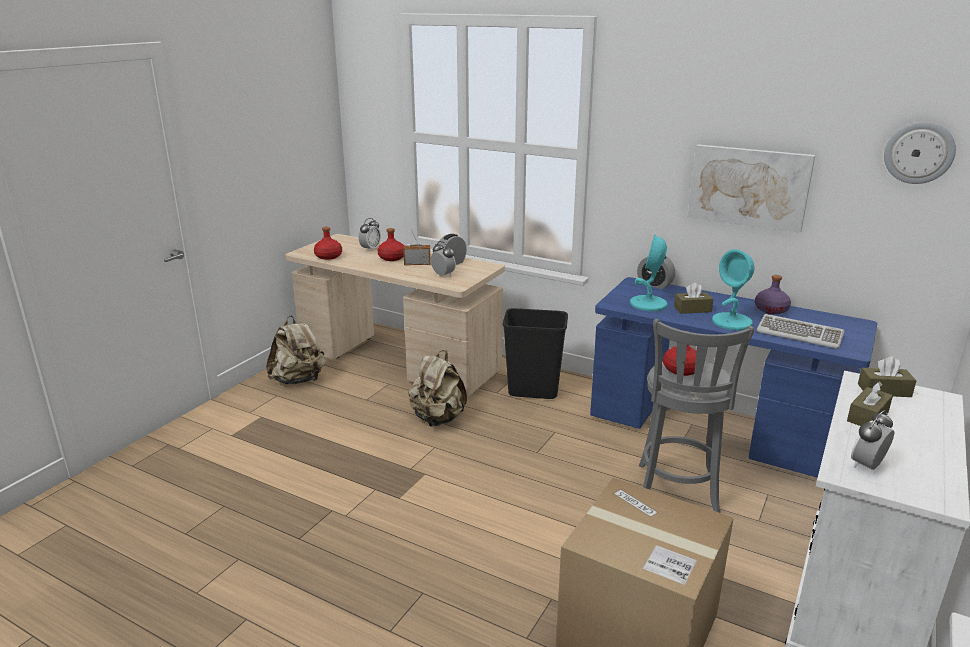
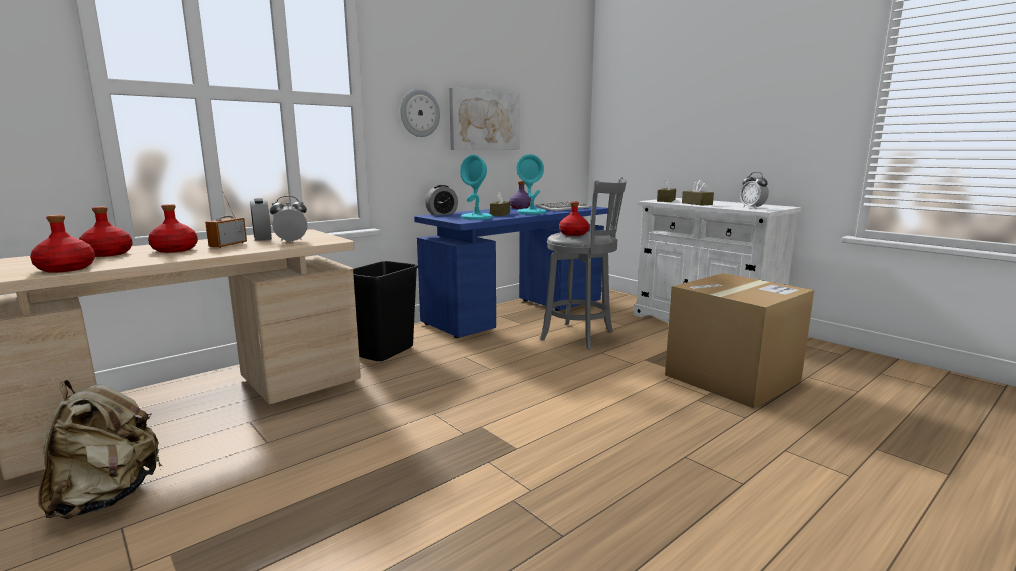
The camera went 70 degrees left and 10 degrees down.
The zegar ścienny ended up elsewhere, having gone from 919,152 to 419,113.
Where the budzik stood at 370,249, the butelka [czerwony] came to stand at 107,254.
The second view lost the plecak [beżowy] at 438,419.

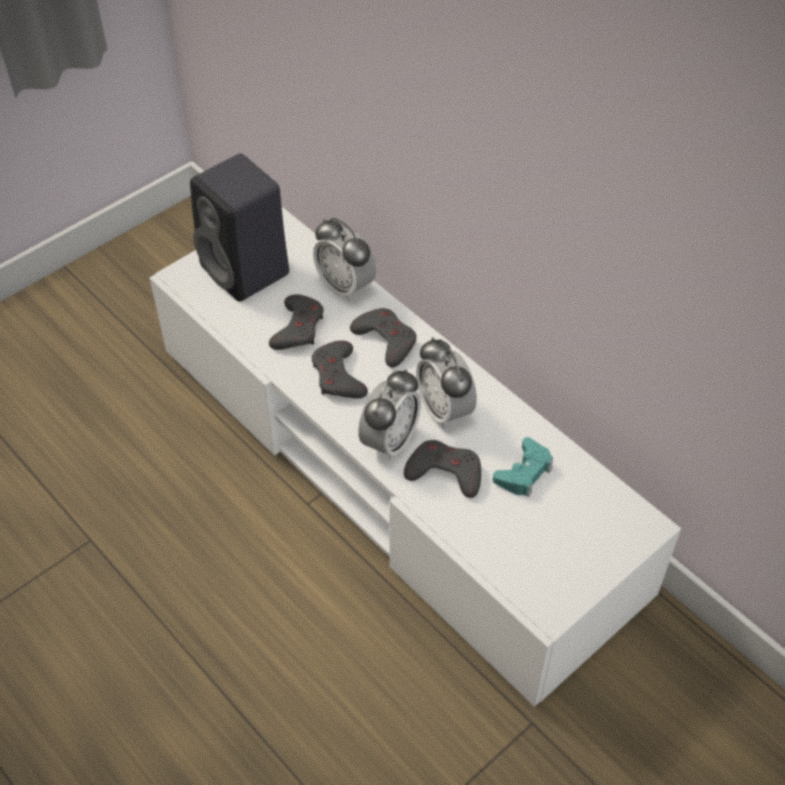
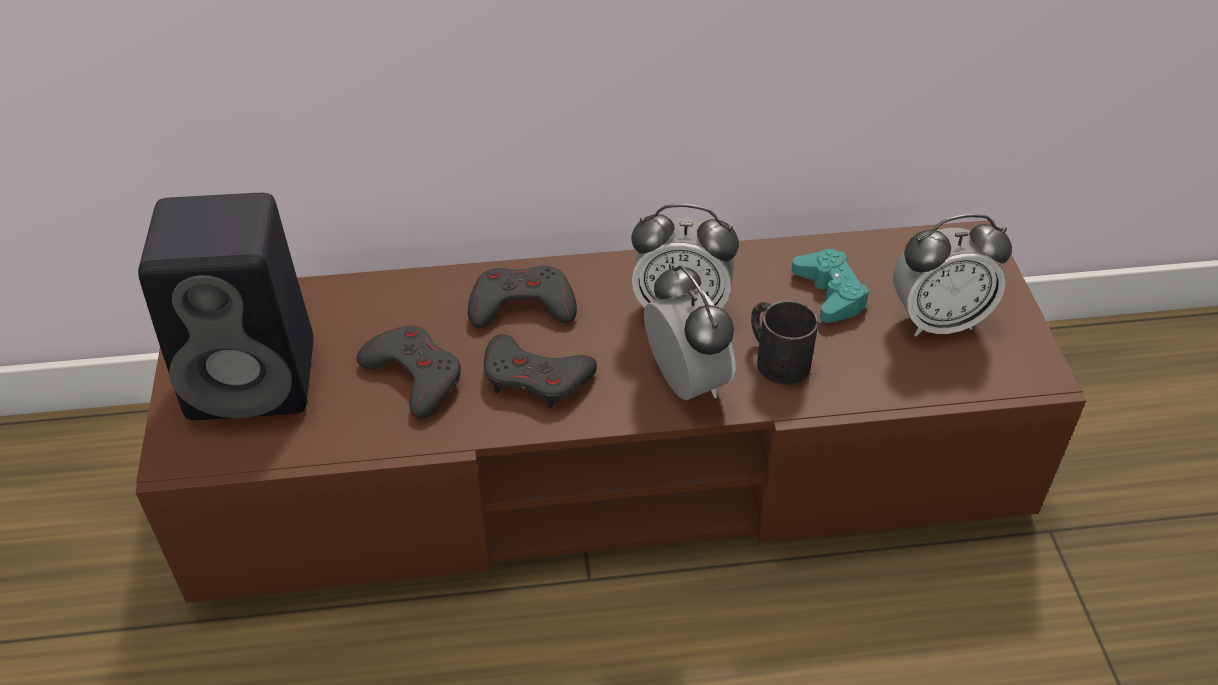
The camera went 55 degrees left and 5 degrees down.
What was the szafka pod telewizor [biały] at 392,467 turned into the szafka pod telewizor [brązowy] at 609,463.
The budzik ended up elsewhere, having gone from 345,286 to 937,321.
Where the pad do gier [szary] stood at 445,472, the kubek [czarny] came to stand at 775,358.

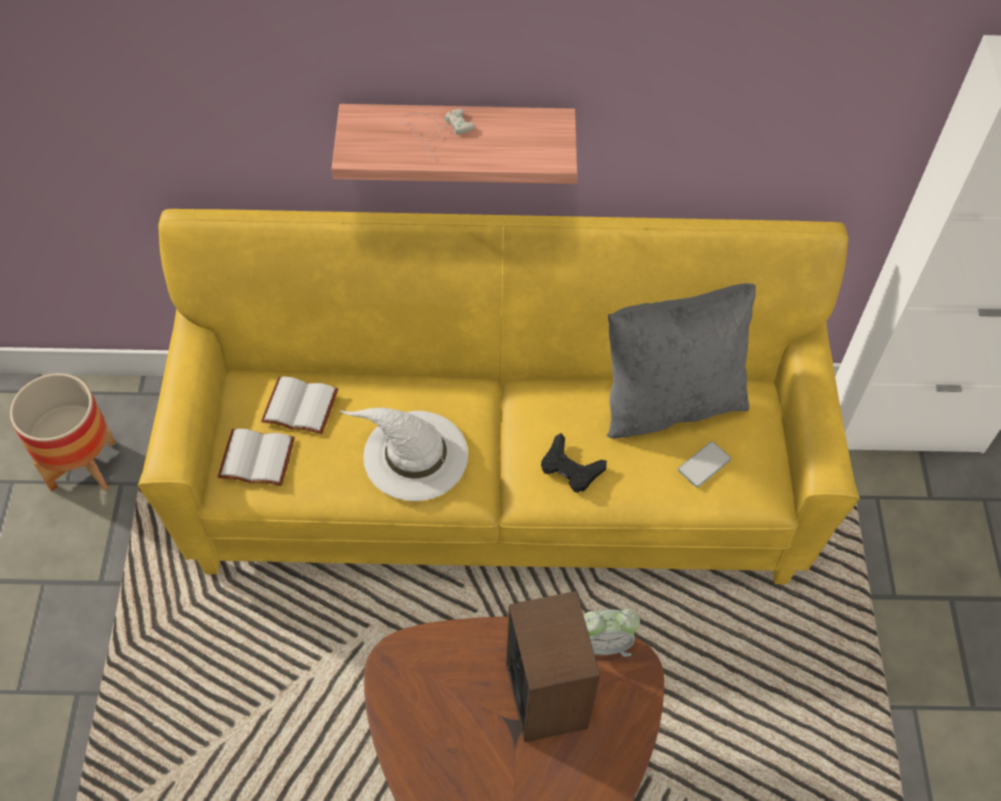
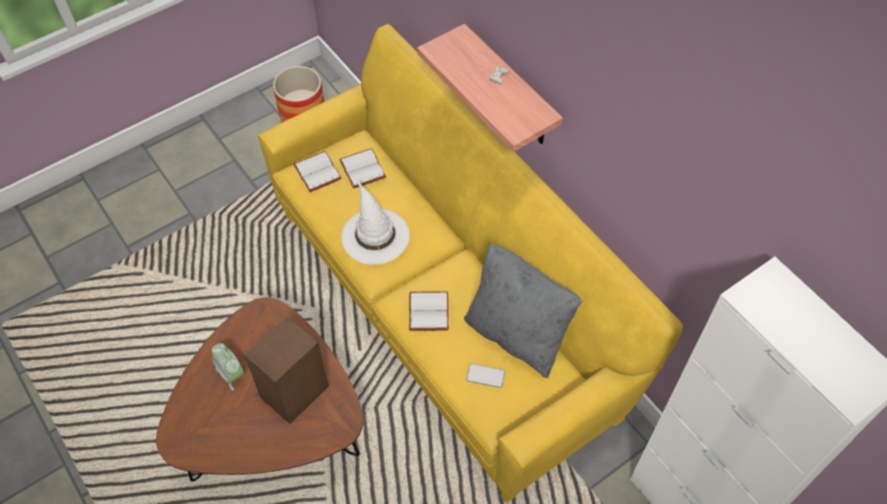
The camera went 55 degrees right and 0 degrees up.
Where the pad do gier [czarny] stood at 570,468, the książka [biały] came to stand at 427,311.
The budzik ended up elsewhere, having gone from 605,644 to 231,374.

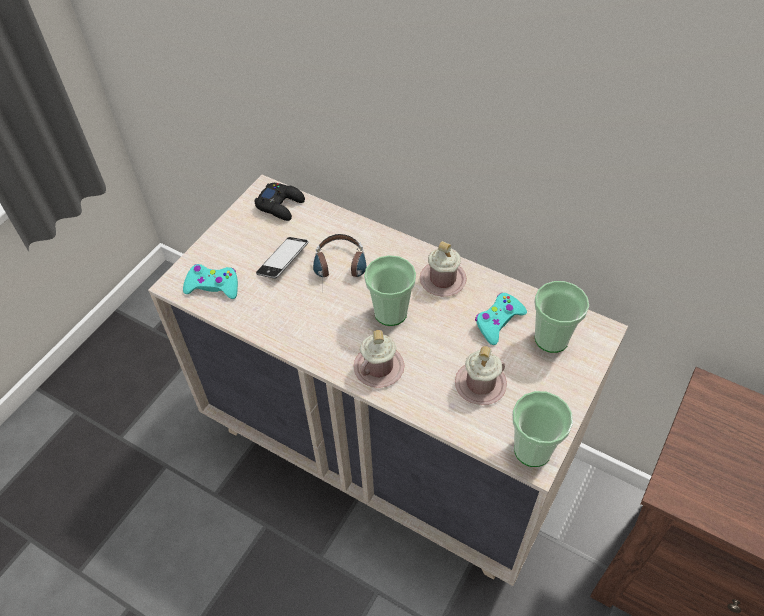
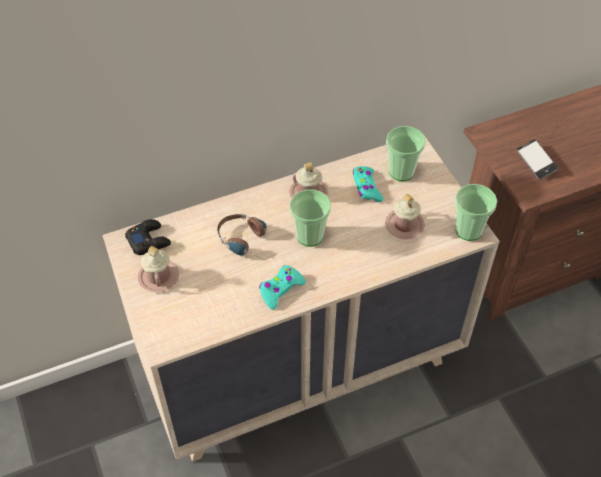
The camera went 55 degrees left and 0 degrees up.
The telefon ended up elsewhere, having gone from 283,261 to 536,162.
The pad do gier [turkusowy] ended up elsewhere, having gone from 213,286 to 280,289.
The kubek [różowy] ended up elsewhere, having gone from 379,367 to 158,277.

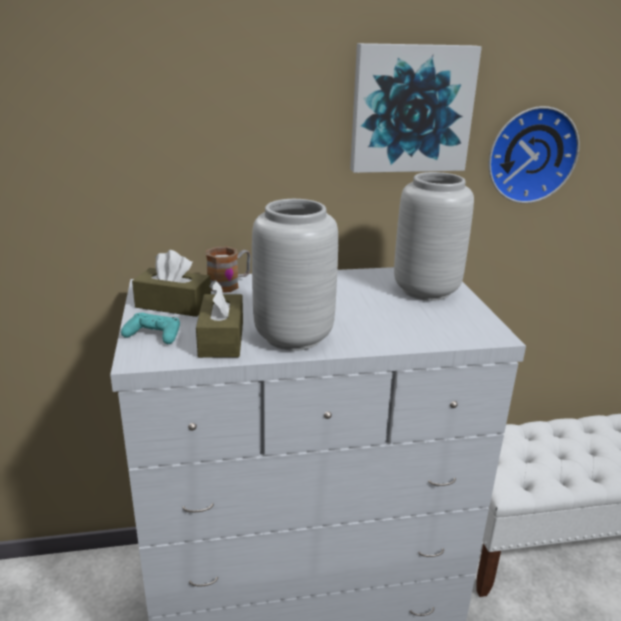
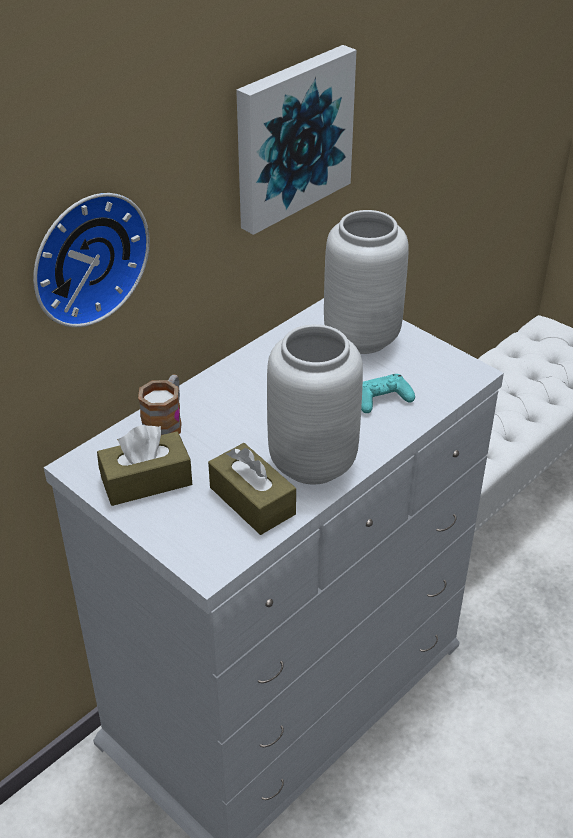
The camera went 35 degrees left and 15 degrees up.
The zegar ścienny ended up elsewhere, having gone from 530,154 to 86,256.
The pad do gier [turkusowy] ended up elsewhere, having gone from 153,334 to 382,399.

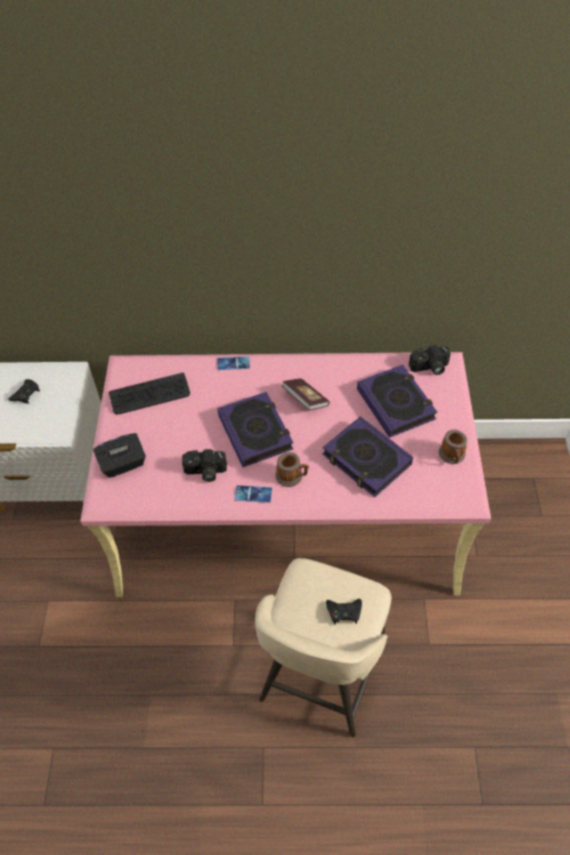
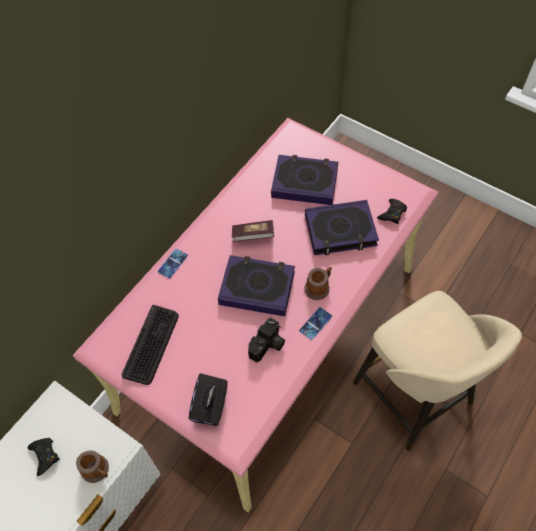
The camera went 55 degrees left and 5 degrees up.
The second view lost the aparat fotograficzny at 429,368.
The kubek ended up elsewhere, having gone from 452,456 to 97,470.
The pad do gier [czarny] ended up elsewhere, having gone from 344,612 to 392,213.

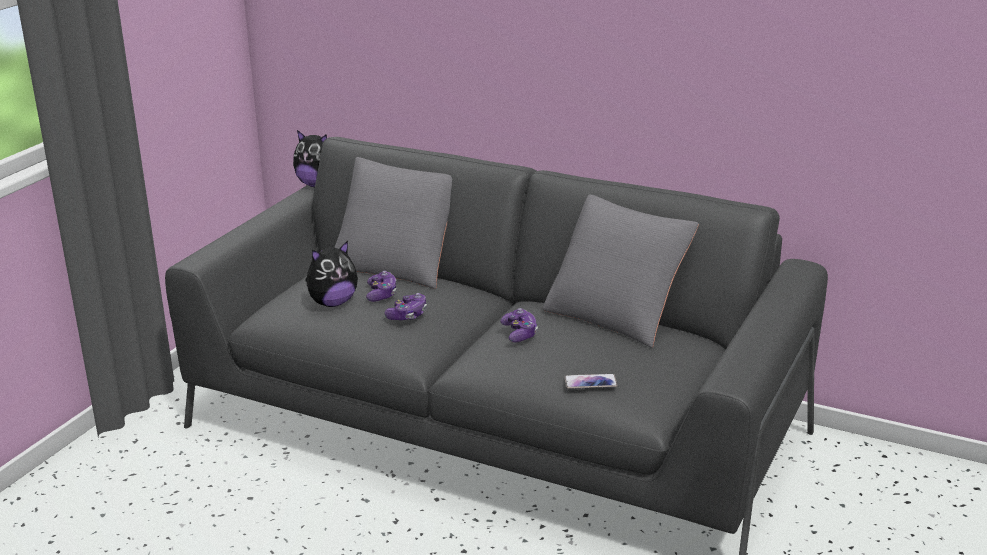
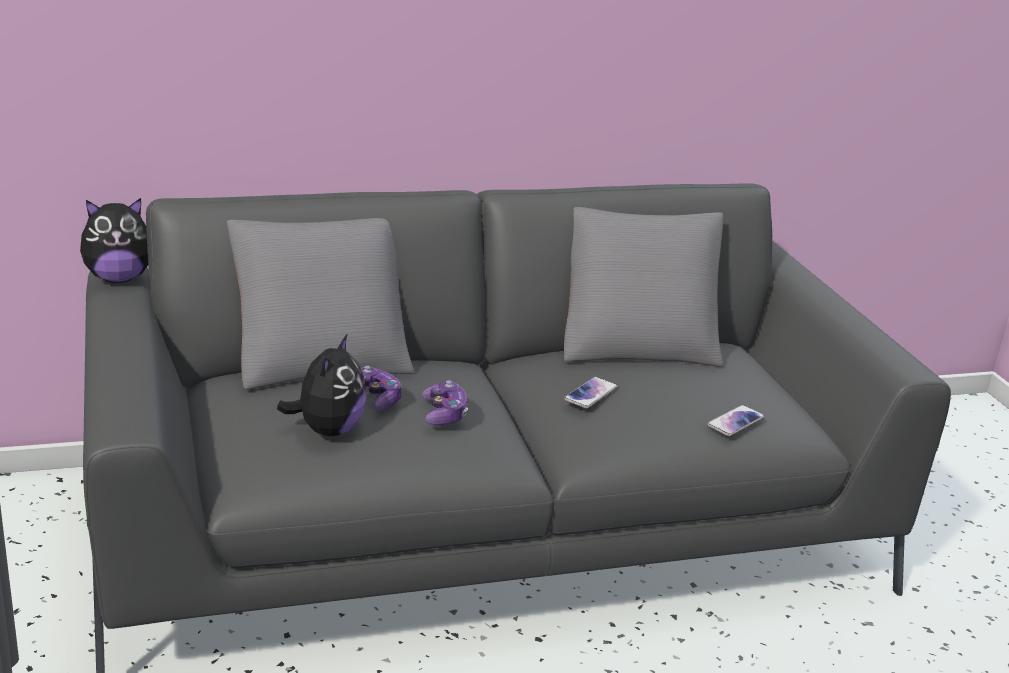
The camera went 45 degrees left and 0 degrees up.
Where the pad do gier stood at 519,333, the telefon came to stand at 591,394.

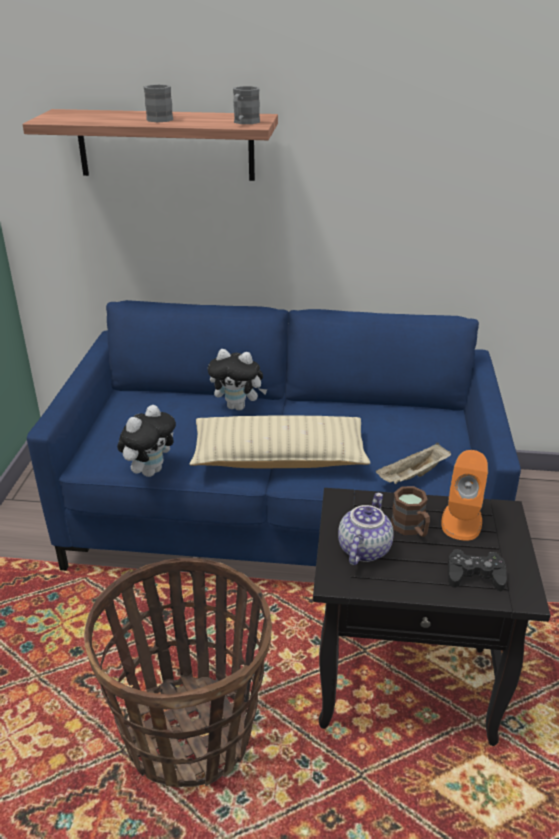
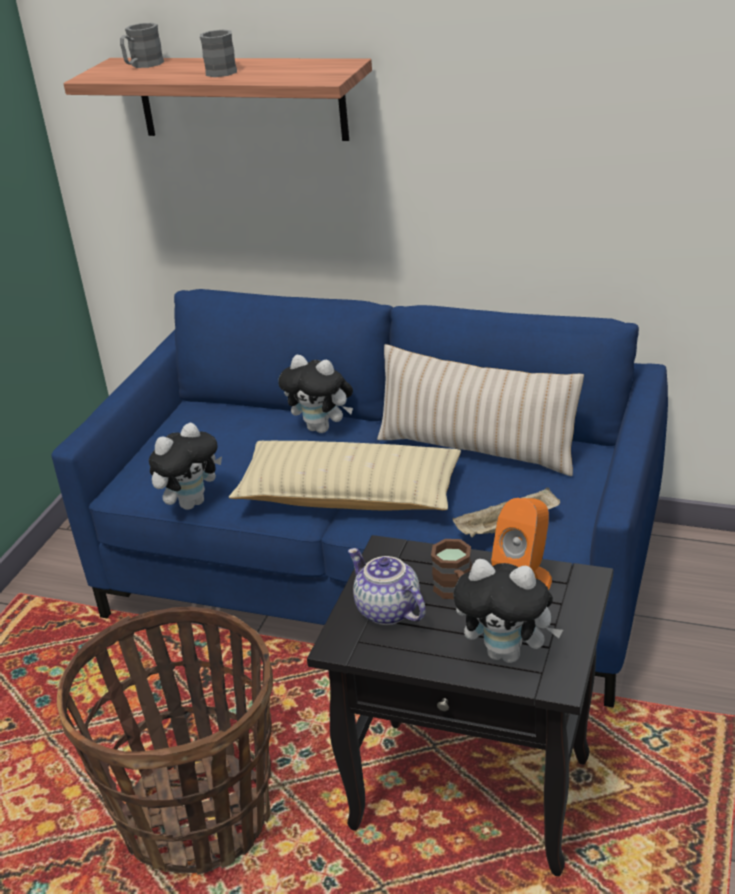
The camera went 15 degrees right and 0 degrees up.
The kubek [szary] ended up elsewhere, having gone from 244,122 to 142,65.
The imbryk at 363,549 ended up facing another way, 75 degrees counterclockwise from before.
Where the pad do gier [czarny] stood at 474,575, the pluszak came to stand at 508,653.
The second view gained the poduszka [beżowy] at 476,449.

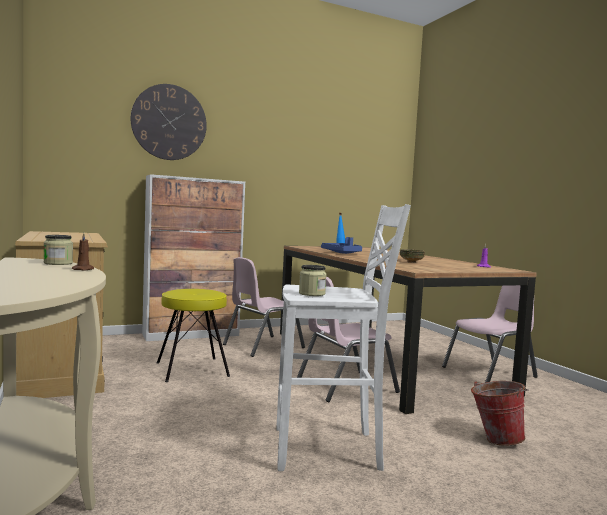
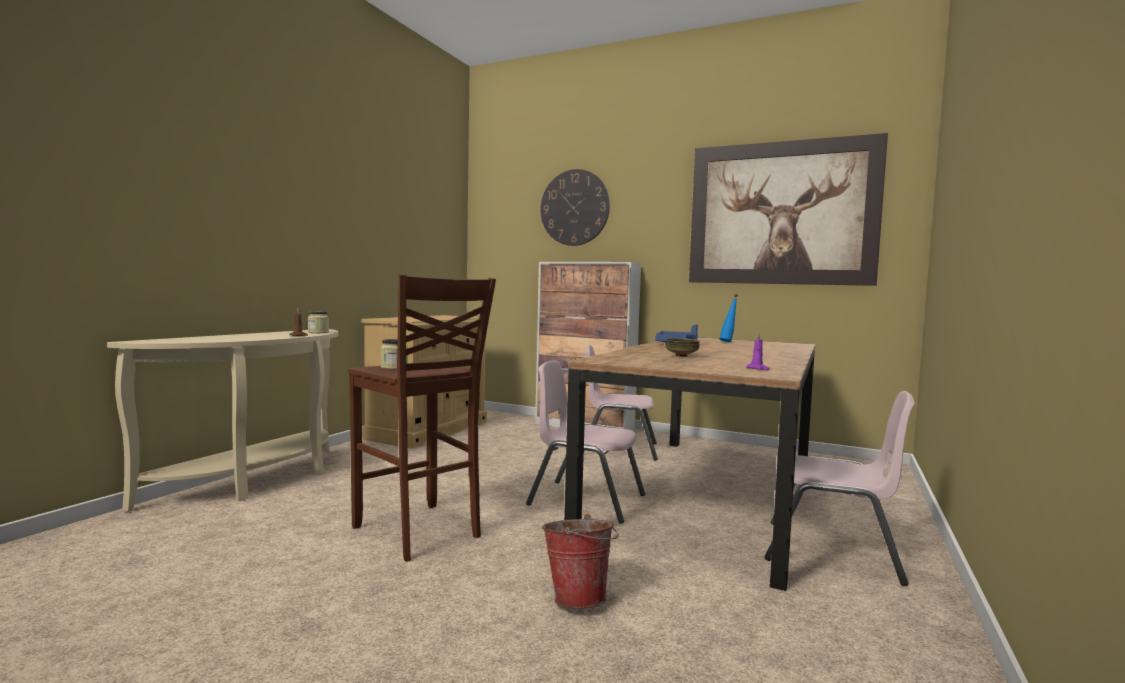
The camera went 50 degrees right and 0 degrees up.
What was the stołek [biały] at 329,450 turned into the stołek [brązowy] at 419,533.
The second view lost the stołek [żółty] at 191,369.
The second view gained the obraz at 781,213.

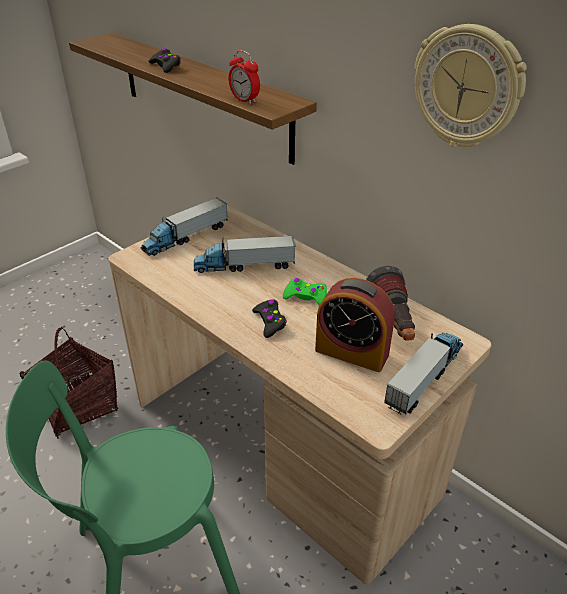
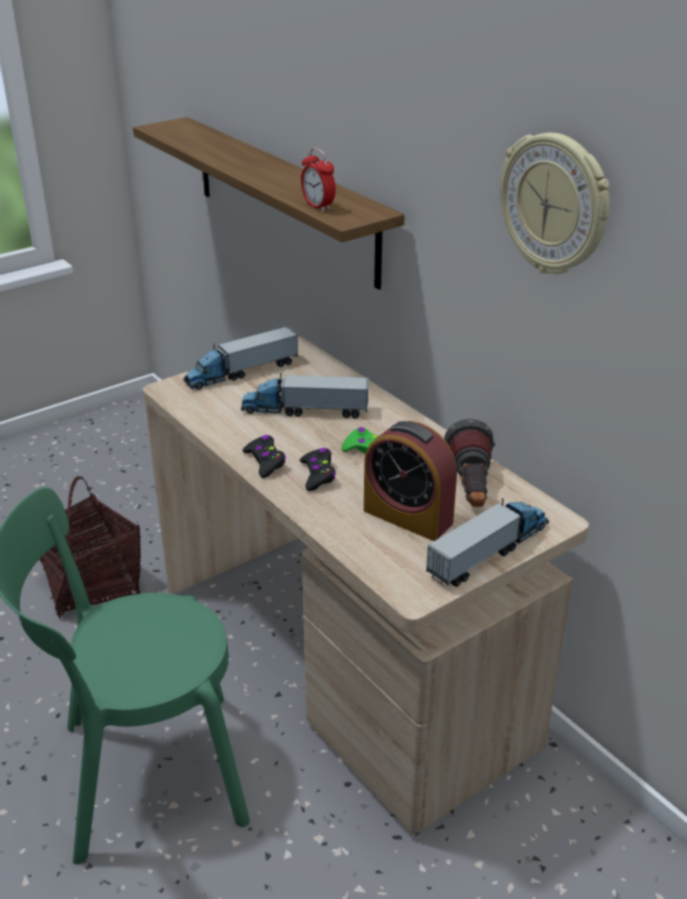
The camera went 10 degrees right and 5 degrees down.
The pad do gier [czarny] ended up elsewhere, having gone from 166,66 to 265,461.

